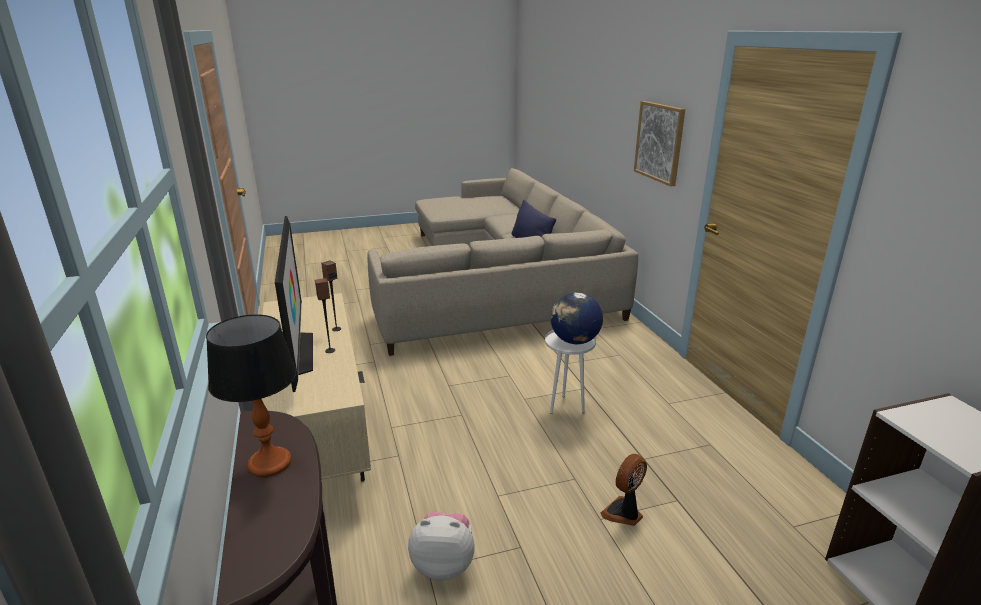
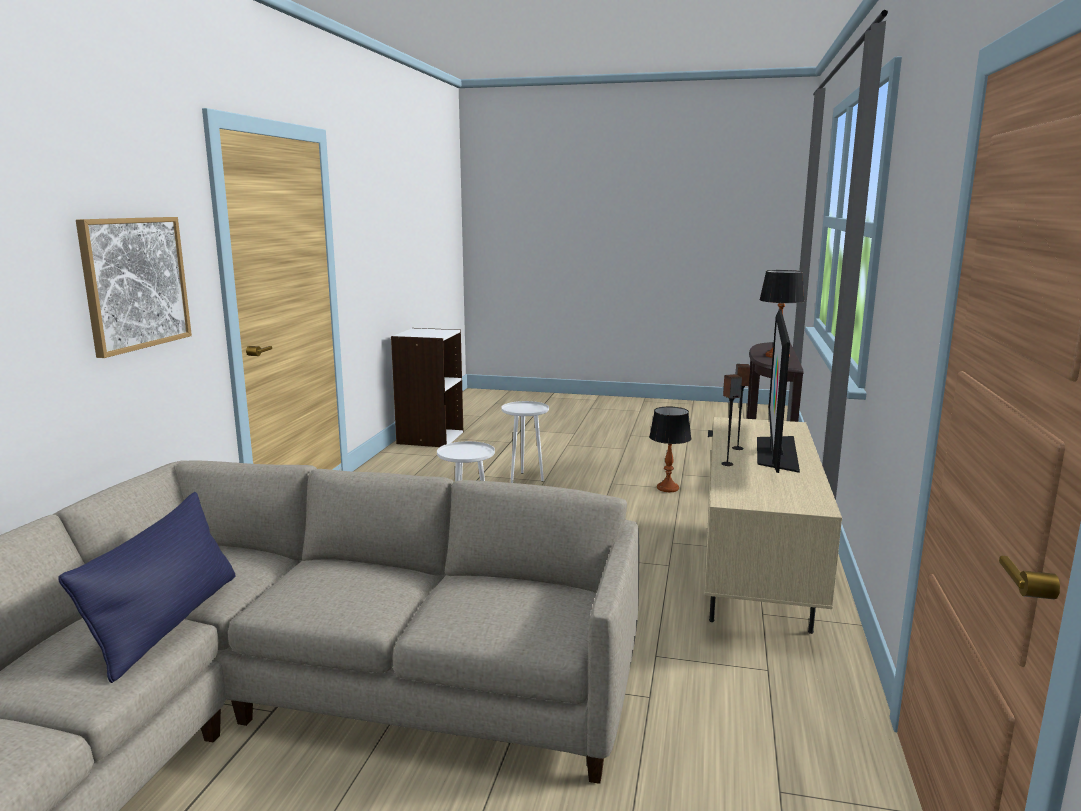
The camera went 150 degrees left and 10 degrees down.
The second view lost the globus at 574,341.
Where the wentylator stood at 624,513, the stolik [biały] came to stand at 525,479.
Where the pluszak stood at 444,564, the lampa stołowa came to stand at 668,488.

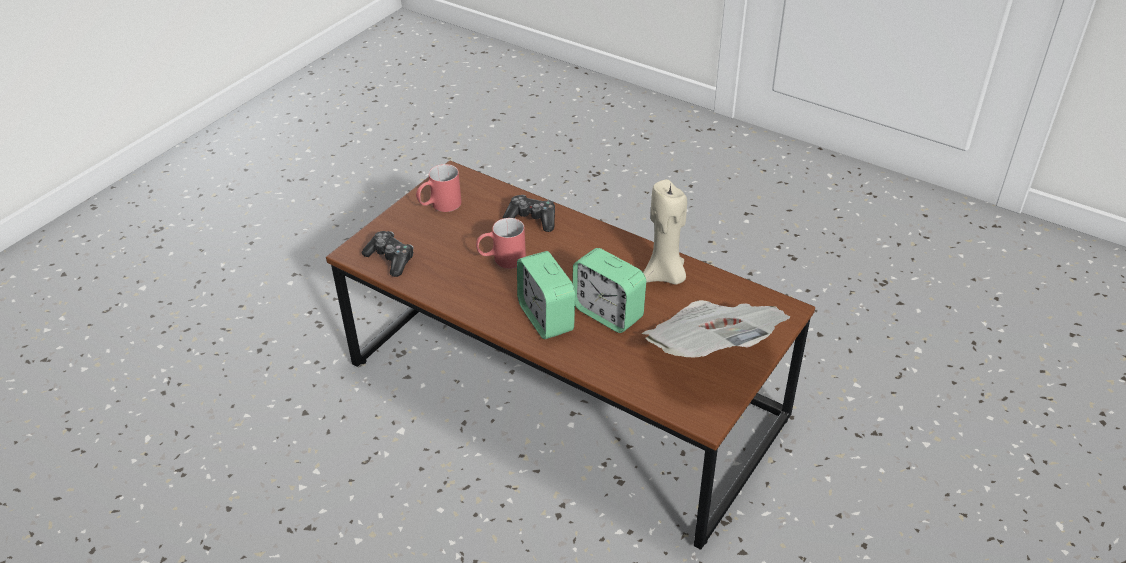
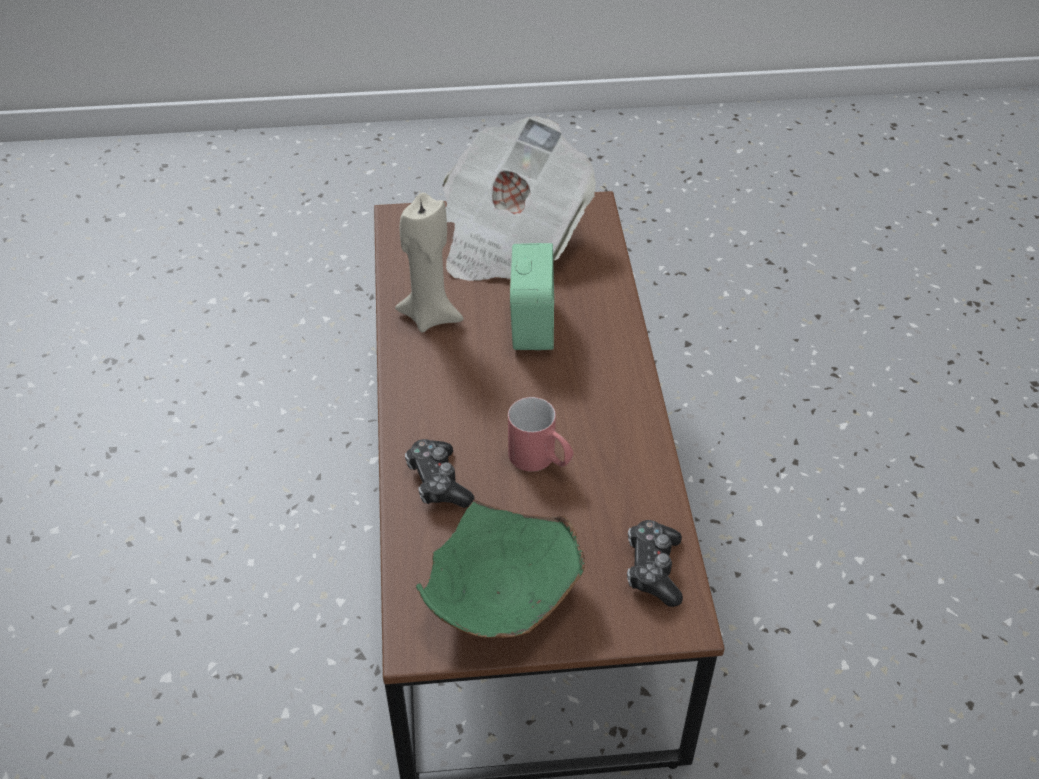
The camera went 130 degrees left and 5 degrees up.
Where the kubek [czerwony] stood at 439,206, the miska [zielony] came to stand at 503,600.
The second view lost the budzik at 546,318.

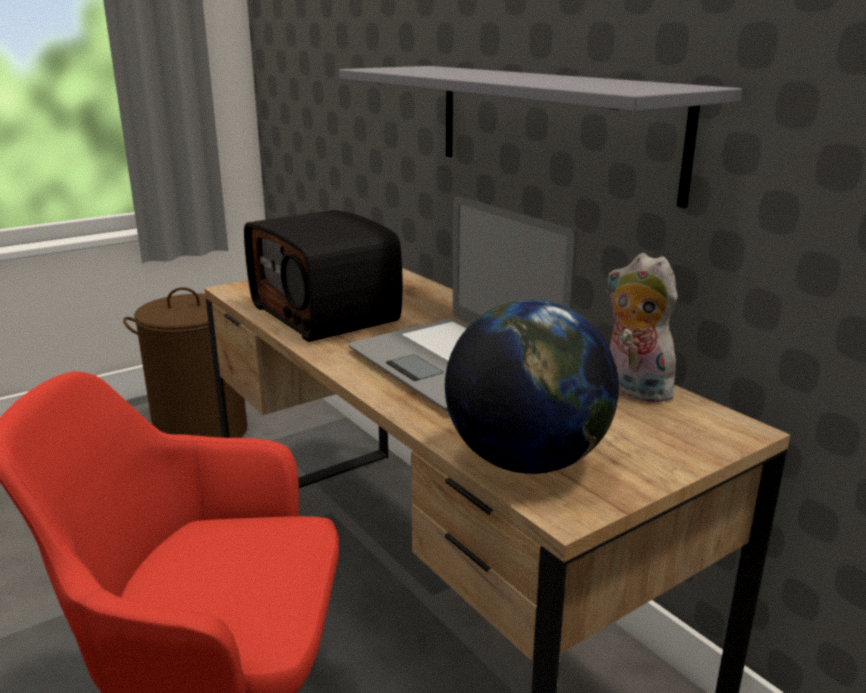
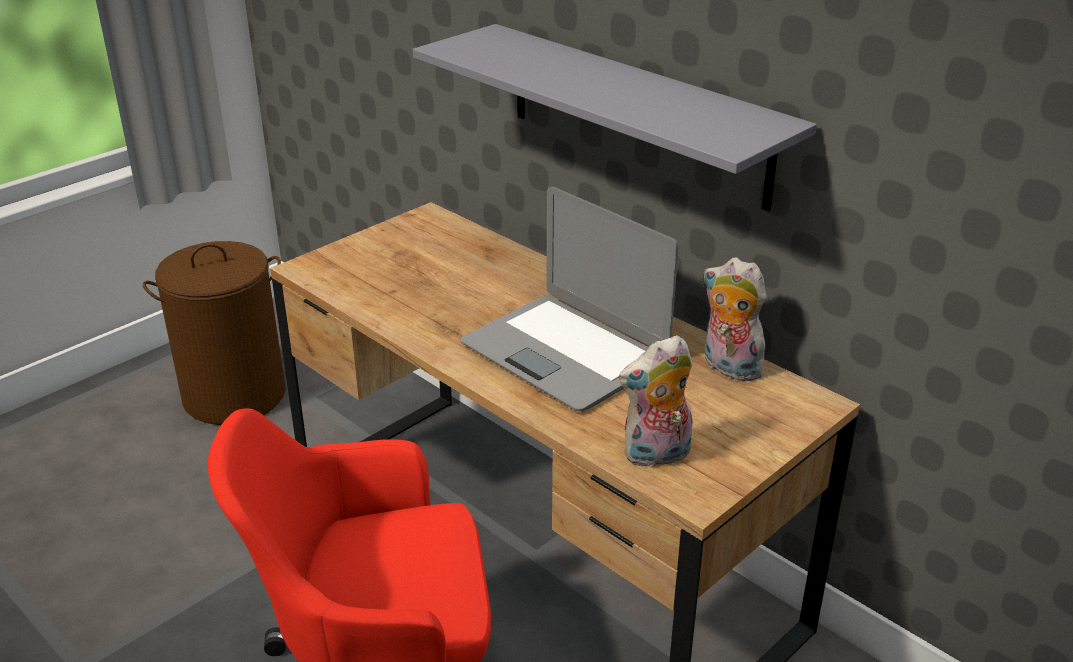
The camera went 10 degrees left and 10 degrees up.
The second view lost the radio at 327,313.
Where the globus stood at 527,462, the pluszak came to stand at 656,456.

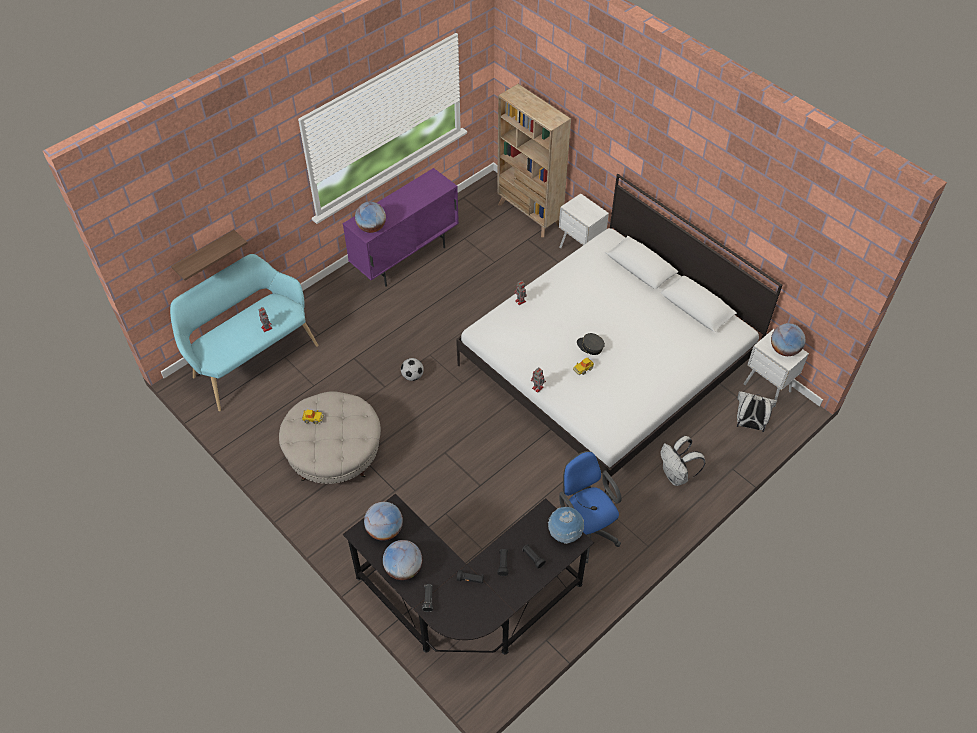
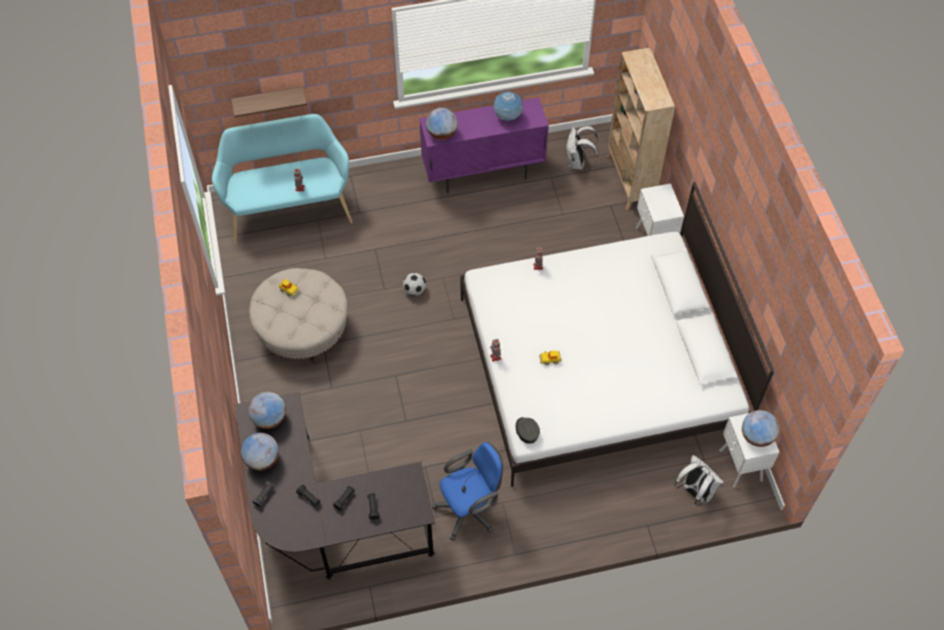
The camera went 30 degrees right and 5 degrees up.
The czapka z daszkiem [szary] ended up elsewhere, having gone from 590,347 to 526,432.
The plecak [biały] ended up elsewhere, having gone from 676,475 to 578,163.
The krzesło biurowe [niebieski] at 585,530 ended up facing another way, 60 degrees clockwise from before.
The globus ended up elsewhere, having gone from 565,534 to 507,117.

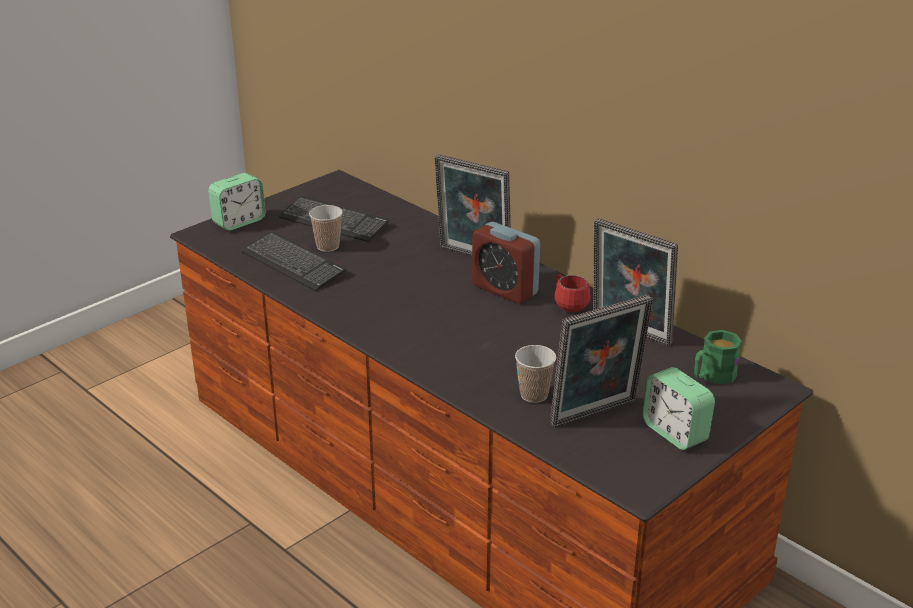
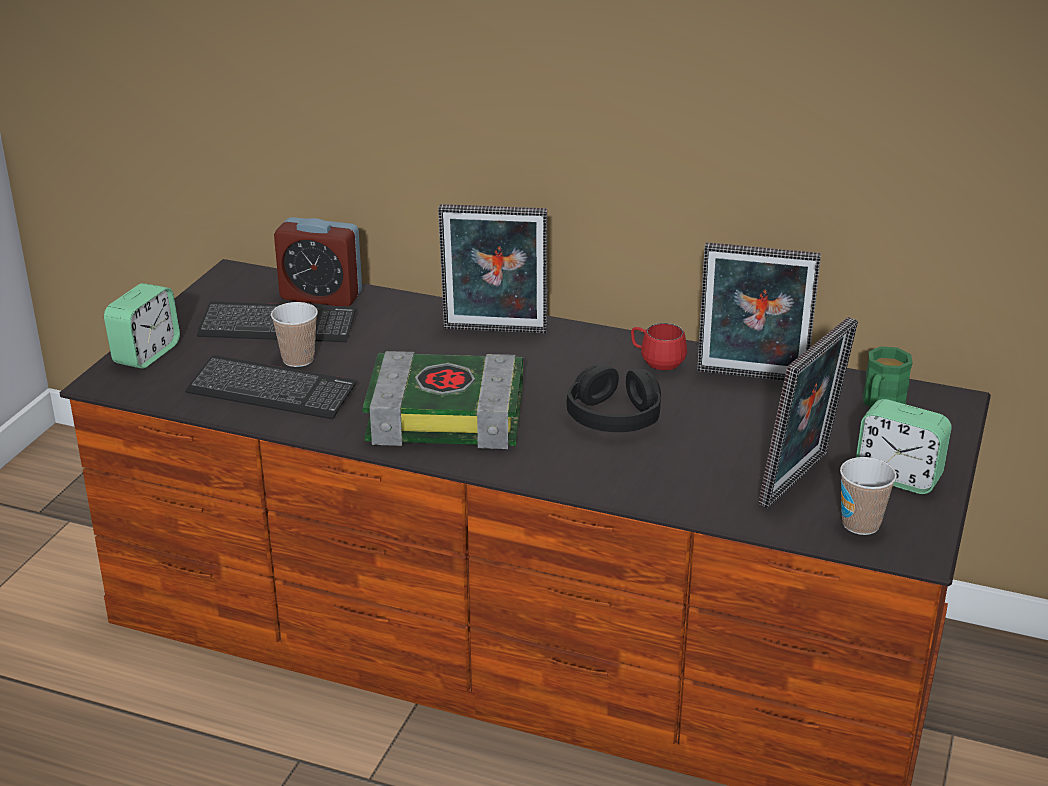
The camera went 25 degrees left and 0 degrees up.
The budzik ended up elsewhere, having gone from 504,289 to 321,296.
The filiżanka ended up elsewhere, having gone from 534,395 to 860,524.
The second view gained the książka at 449,414.
The second view gained the słuchawki [czarny] at 614,415.

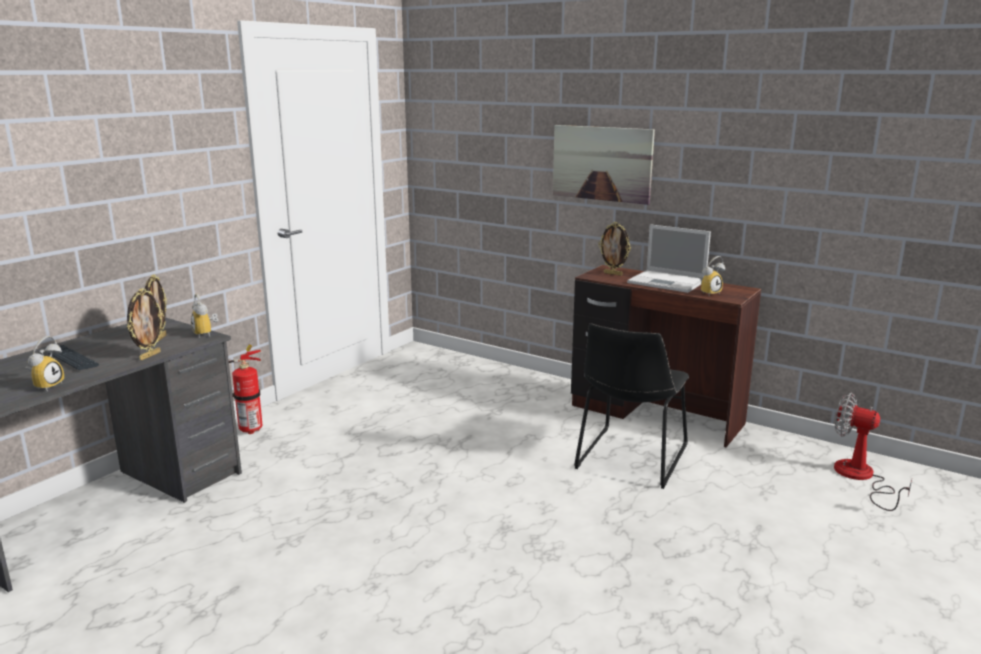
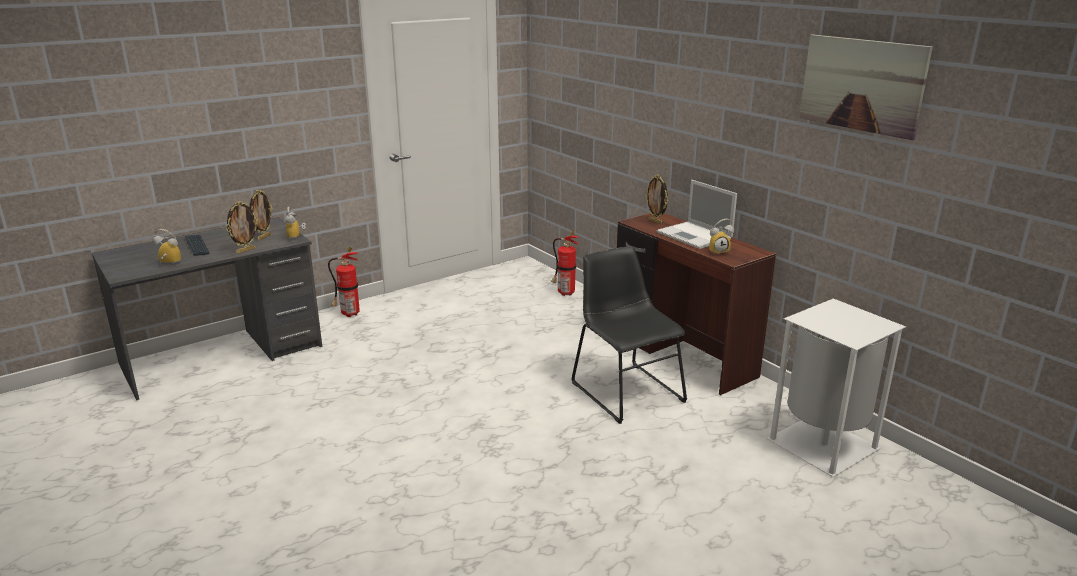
The camera went 20 degrees right and 5 degrees up.
The obraz ended up elsewhere, having gone from 602,163 to 861,85.
The krzesło [czarny] at 630,459 ended up facing another way, 105 degrees clockwise from before.
The budzik at 47,385 ended up facing another way, 120 degrees counterclockwise from before.
Where the wentylator stood at 860,478, the kosz na śmieci [biały] came to stand at 823,445.
The second view gained the gaśnica at 564,293.

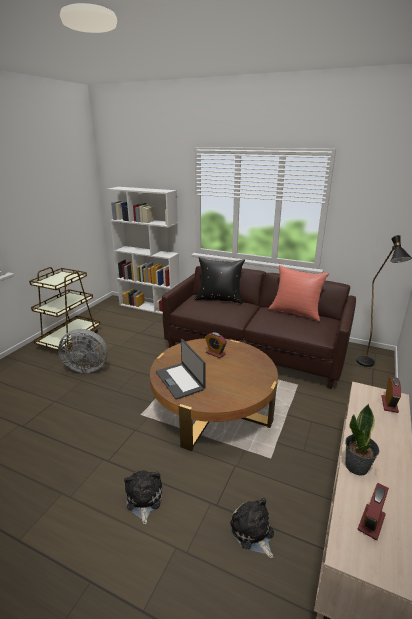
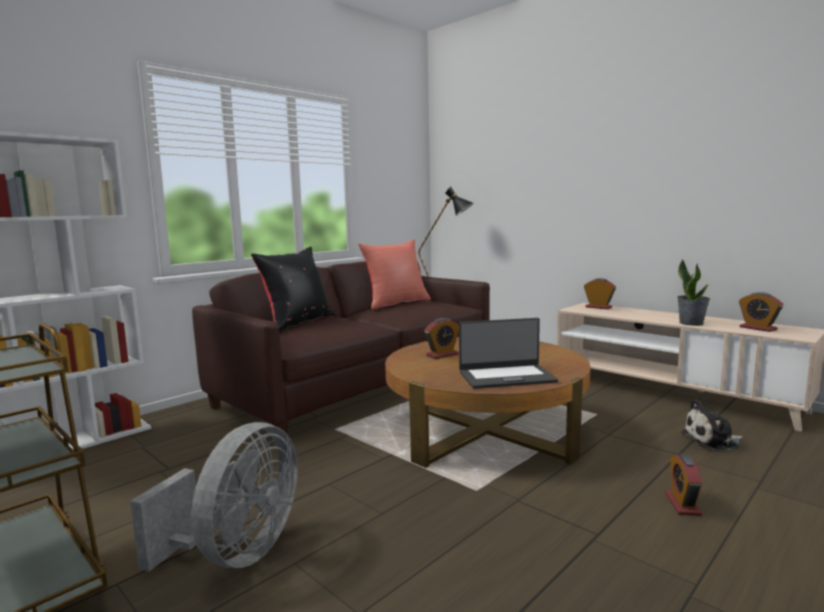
The camera went 70 degrees left and 15 degrees down.
Where the pluszak stood at 143,499, the budzik came to stand at 682,504.

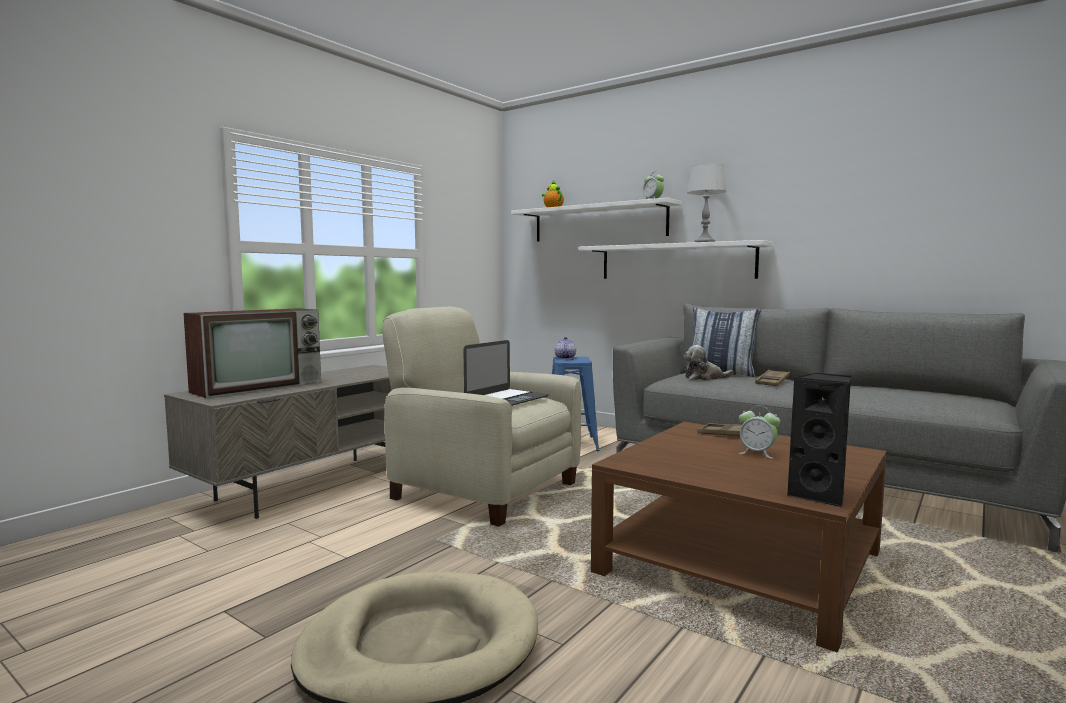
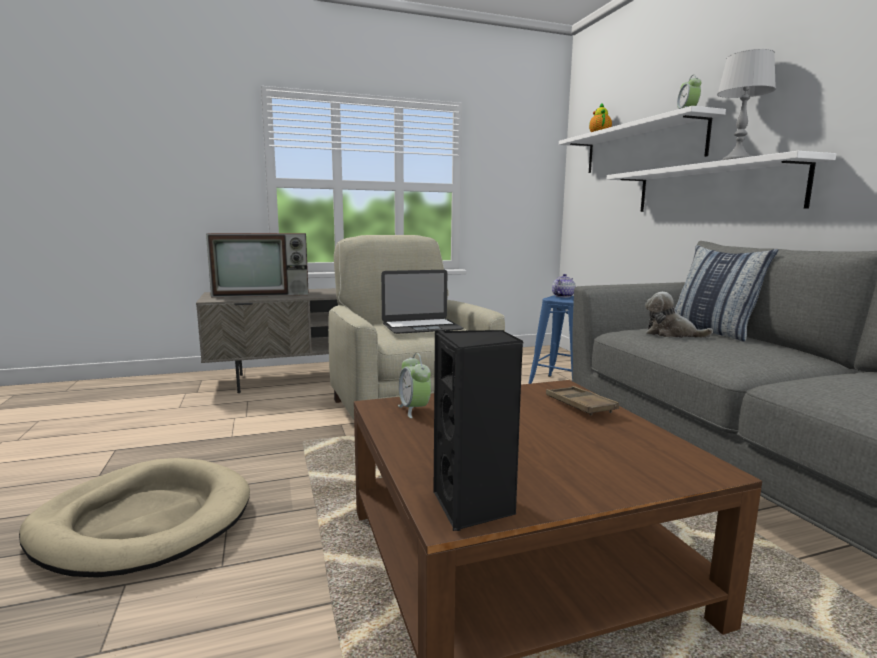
The camera went 35 degrees right and 5 degrees up.
The second view lost the taca [brązowy] at 772,382.
The budzik ended up elsewhere, having gone from 757,453 to 414,410.

